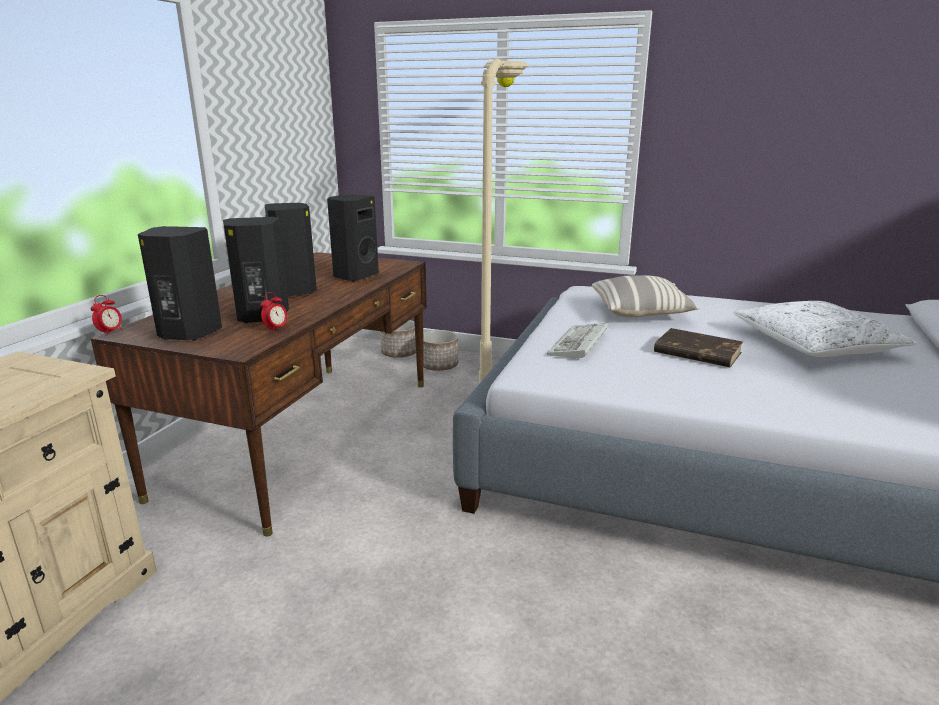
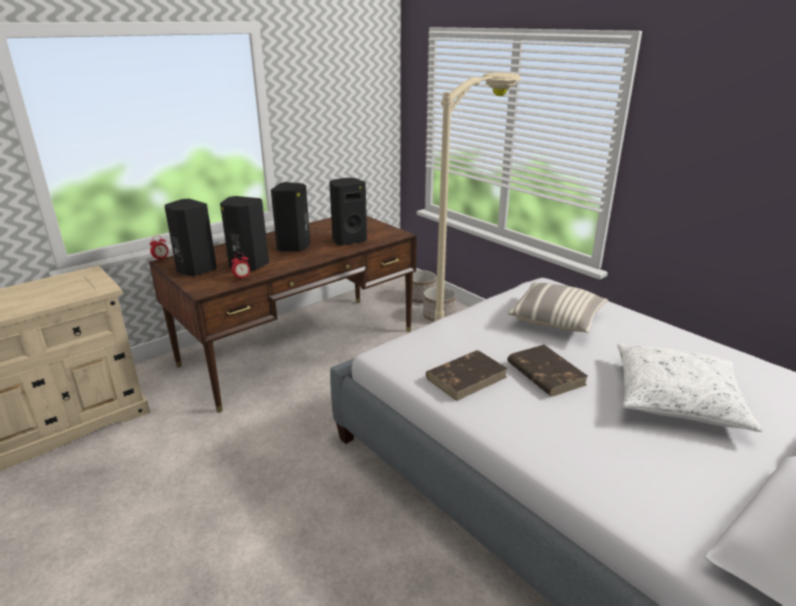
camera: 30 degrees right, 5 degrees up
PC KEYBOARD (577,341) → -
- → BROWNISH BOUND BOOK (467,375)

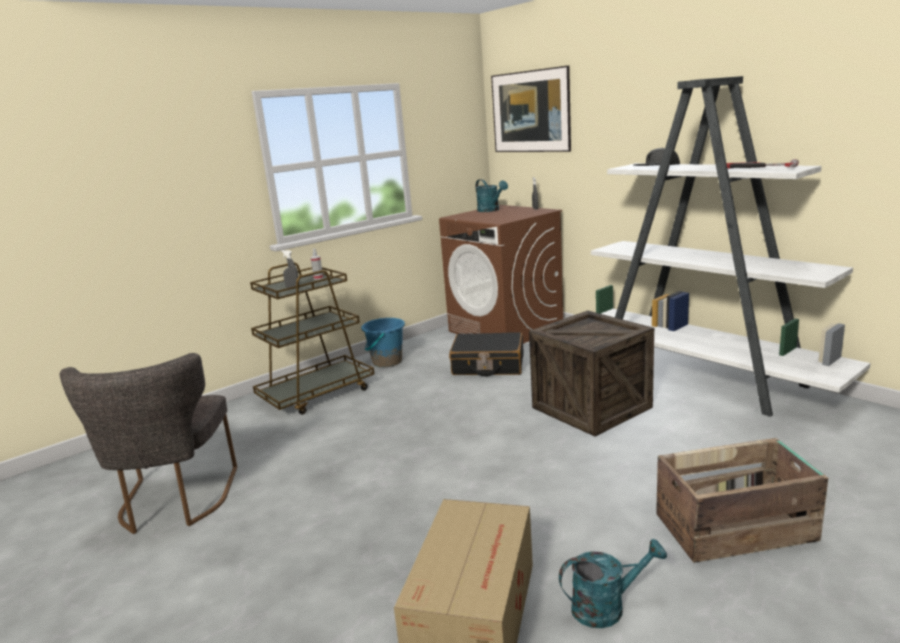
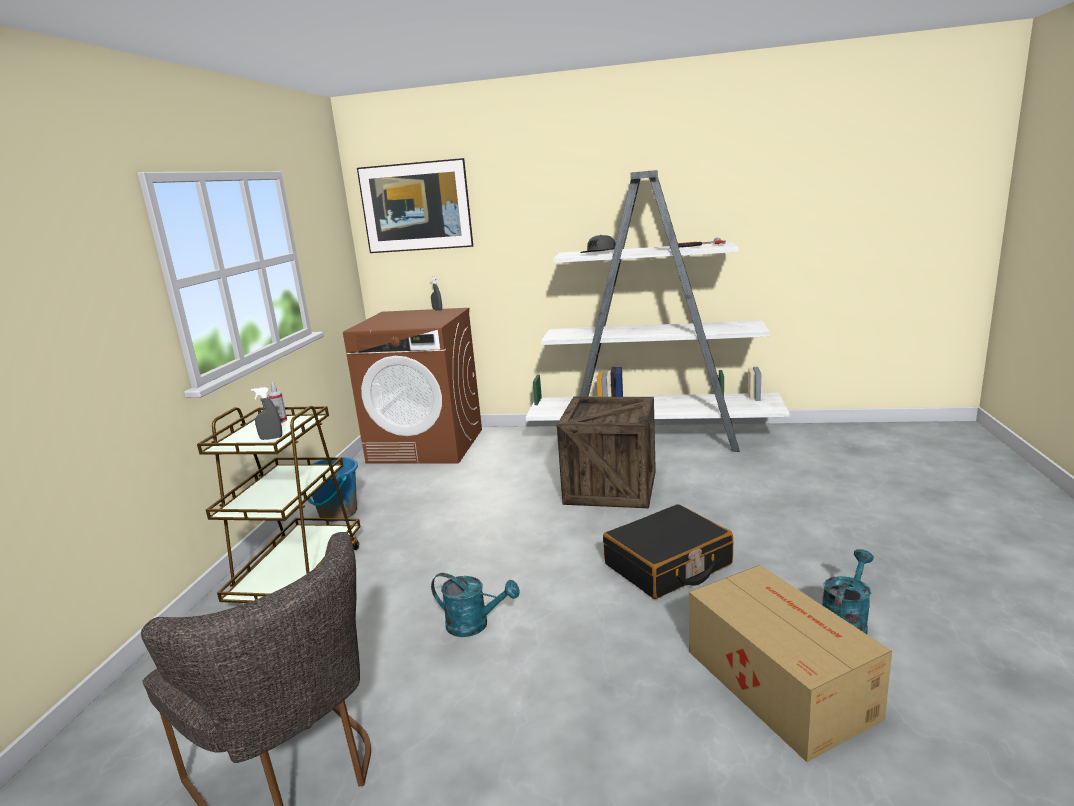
camera: 40 degrees left, 0 degrees up
TURQUOISE-COLOURED WATERING POT (492,195) → TURQUOISE-COLOURED WATERING POT (475,605), relocated
BLACK TRAVEL CASE (486,354) → BLACK TRAVEL CASE (668,551), relocated
PACKING CRATE (742,500) → -

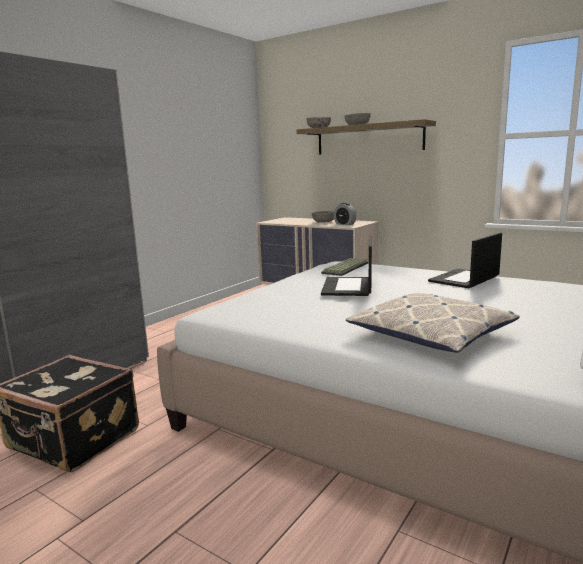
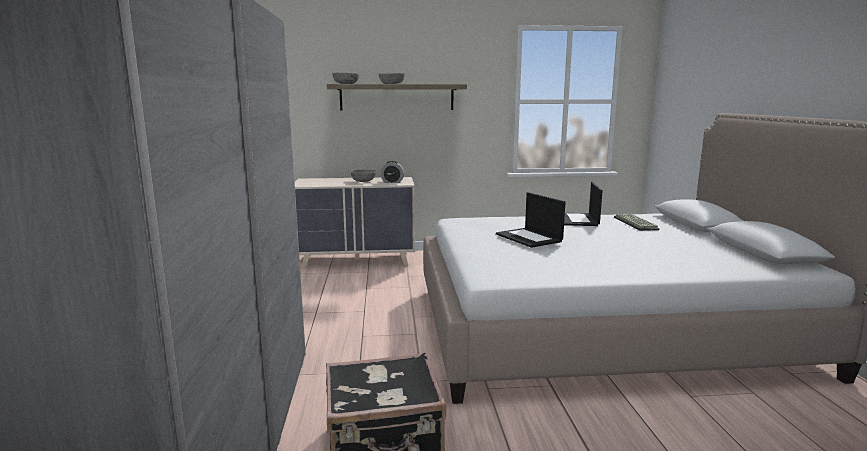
camera: 40 degrees left, 0 degrees up
PC KEYBOARD (344,267) → PC KEYBOARD (636,222), relocated
PILLOW (433,323) → -

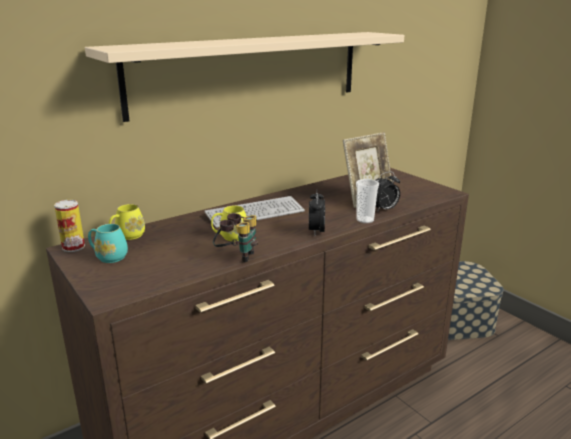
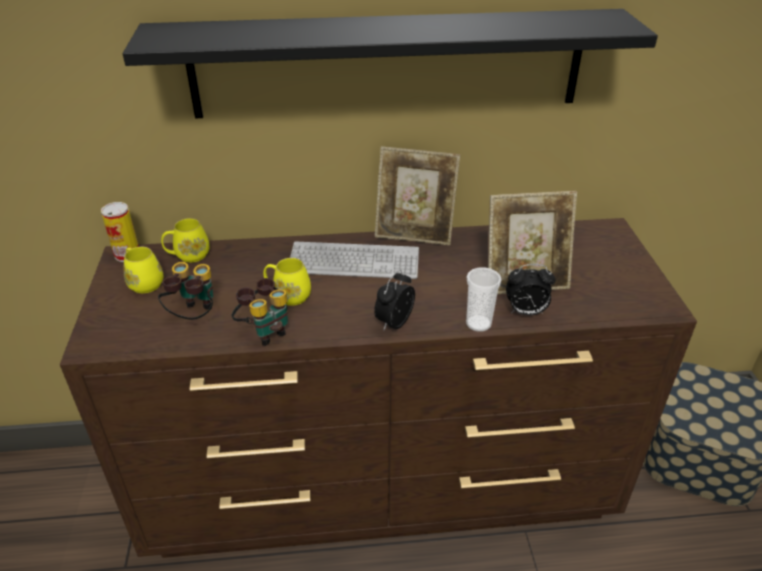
camera: 30 degrees right, 15 degrees up
BEIGE-COLOURED SHELF (244,77) → BLACK SHELF (390,63)
TURQUOISE-COLOURED TEA MUG (108,243) → YELLOW TEA MUG (144,270)
- → PHOTO FRAME (417,195)
- → BINOCULARS (185,291)

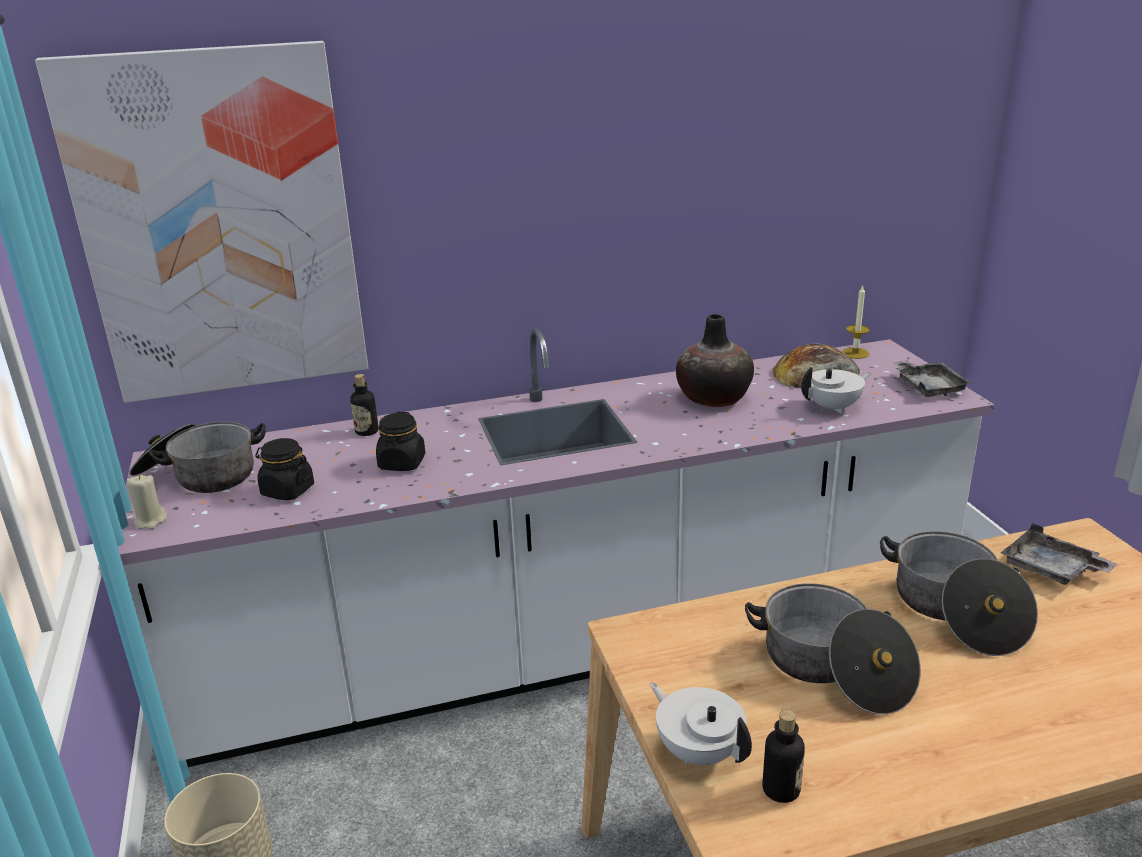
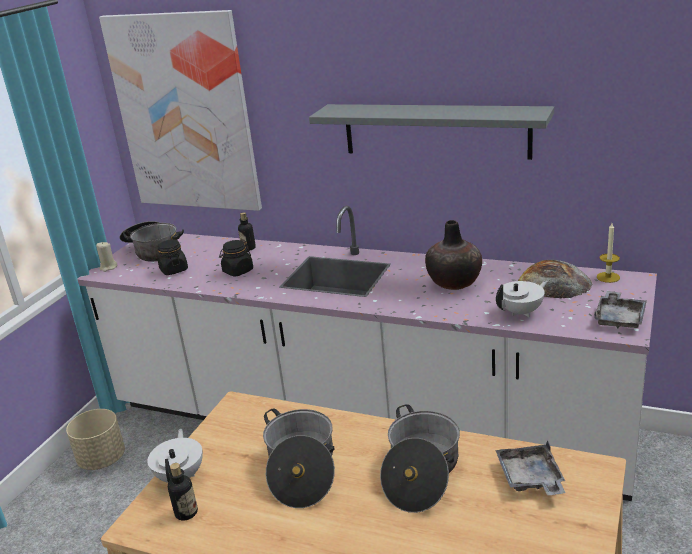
camera: 40 degrees right, 0 degrees up
WHITE-COLOURED TEAPOT (836,390) → WHITE-COLOURED TEAPOT (522,298), 45 degrees counterclockwise
- → GREY SHELF (431,132)

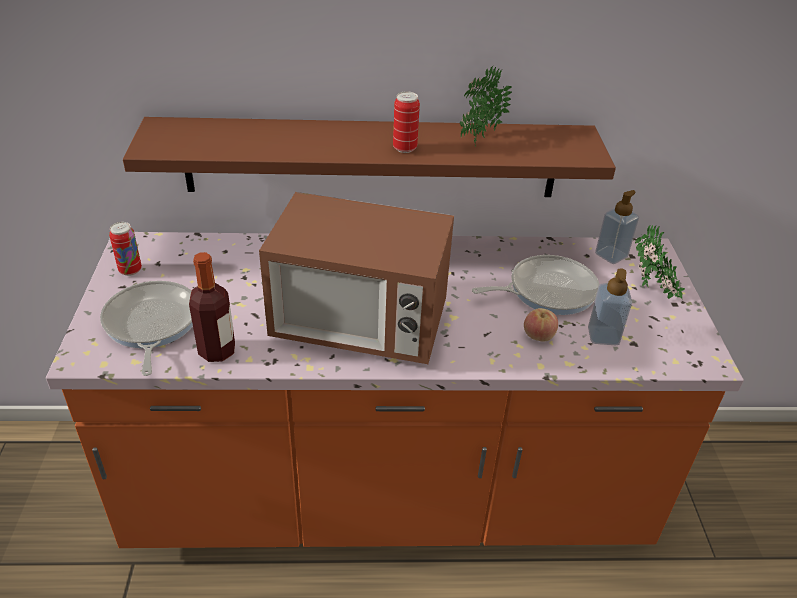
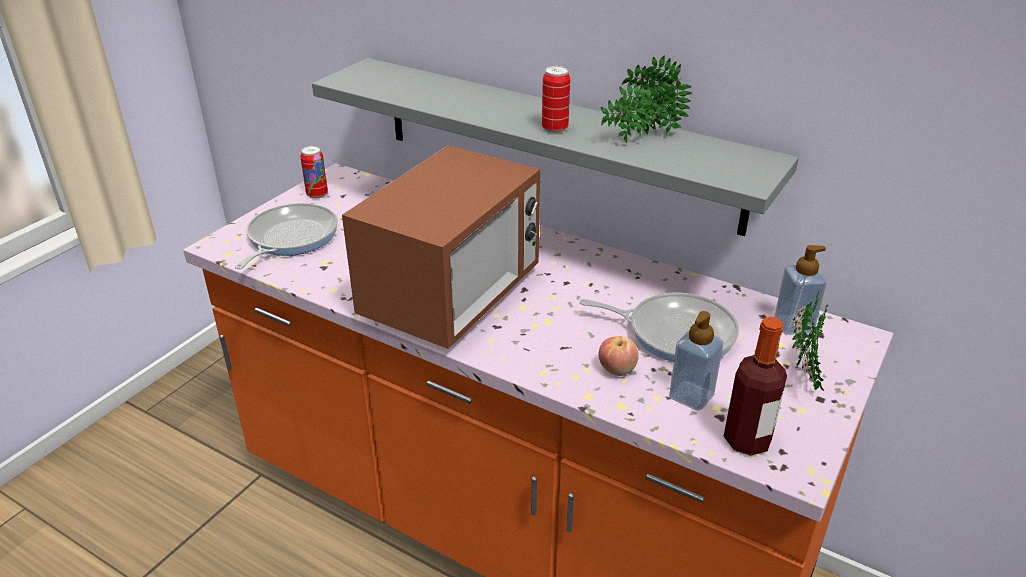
camera: 35 degrees right, 5 degrees down
BROWNISH SHELF (369,157) → GREY SHELF (555,147)
MICROWAVE OVEN (356,278) → MICROWAVE OVEN (441,247), 105 degrees counterclockwise
BEVERAGE BOTTLE (212,307) → BEVERAGE BOTTLE (755,386), relocated

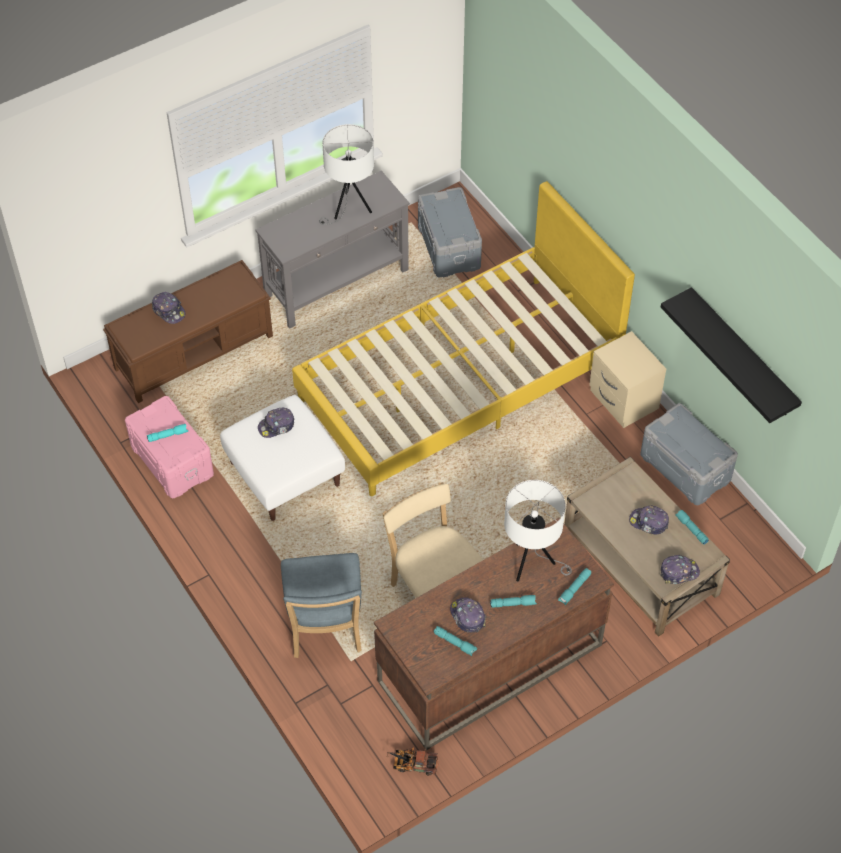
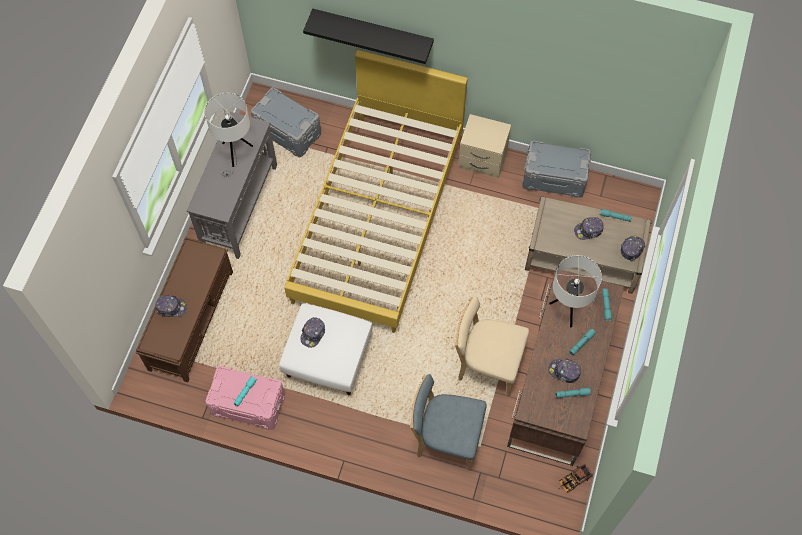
camera: 40 degrees left, 10 degrees up
BLACK SHELF (731,355) → BLACK SHELF (368,36), relocated
BLUISH UPRIGHT CHAIR (321,605) → BLUISH UPRIGHT CHAIR (448,422), 150 degrees clockwise

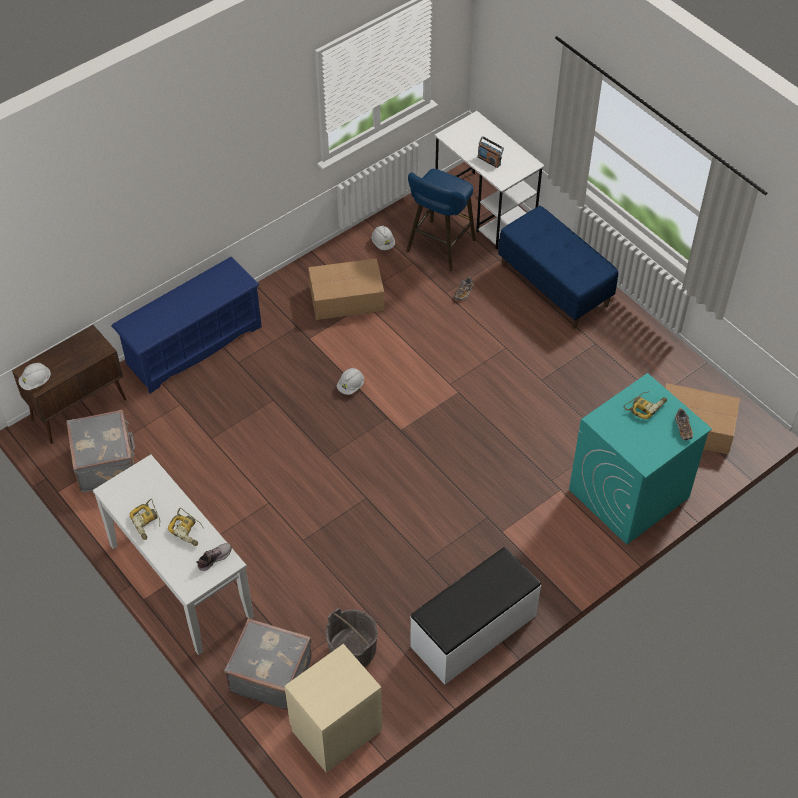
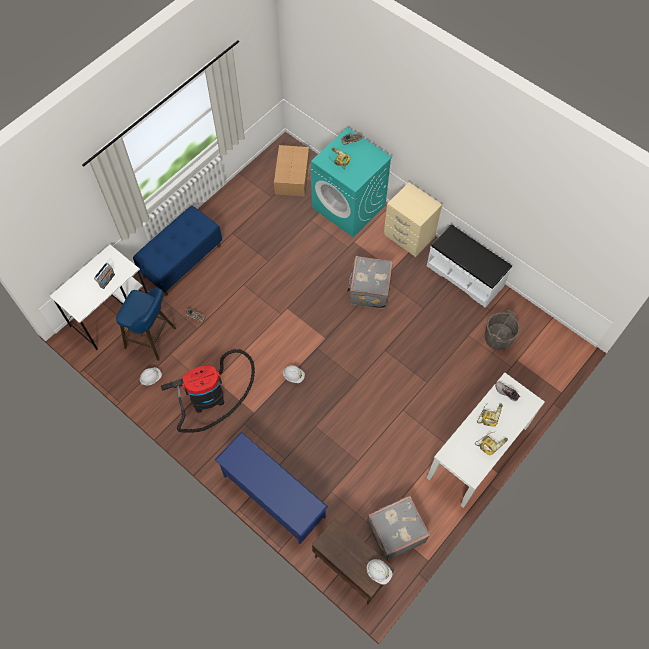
camera: 100 degrees left, 10 degrees up
CARDBOARD BOX (346,289) → VACUUM (208,391)
GREY TRAVEL CASE (268,664) → GREY TRAVEL CASE (370,282), relocated
BEIGE-COLOURED NIGHT TABLE (333,708) → BEIGE-COLOURED NIGHT TABLE (413,219), relocated

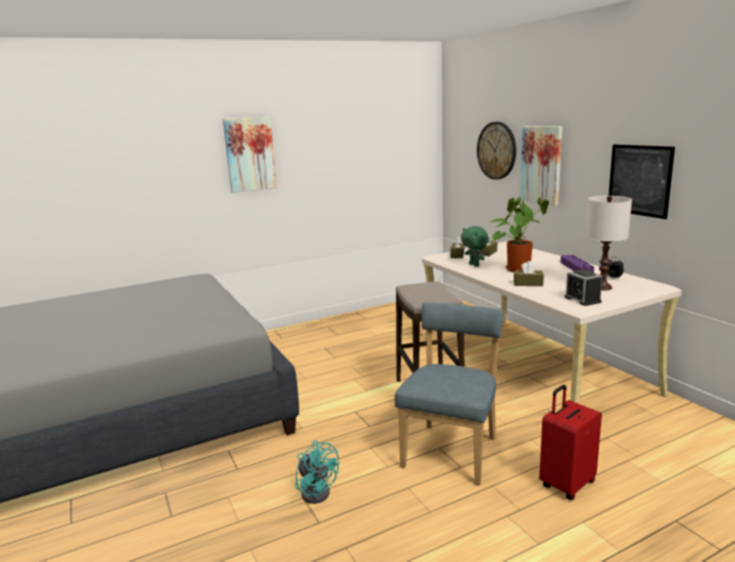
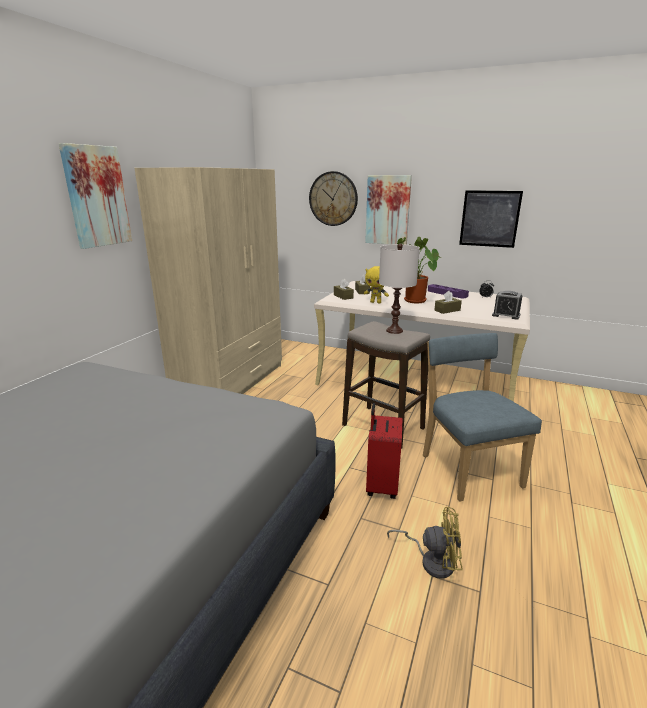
camera: 40 degrees left, 5 degrees up
WHITE-COLOURED LAMP FOR A TABLE (608,242) → WHITE-COLOURED LAMP FOR A TABLE (399,289), relocated
GREEN-COLOURED CUDDLY TOY (475,246) → YELLOW CUDDLY TOY (376,285)
RED TRAVEL CASE (570,442) → RED TRAVEL CASE (384,451), relocated
TURQUOISE-COLOURED FAN (317,472) → YELLOW FAN (424,543)
- → BEIGE-COLOURED CLOTHES CUPBOARD (208,280)

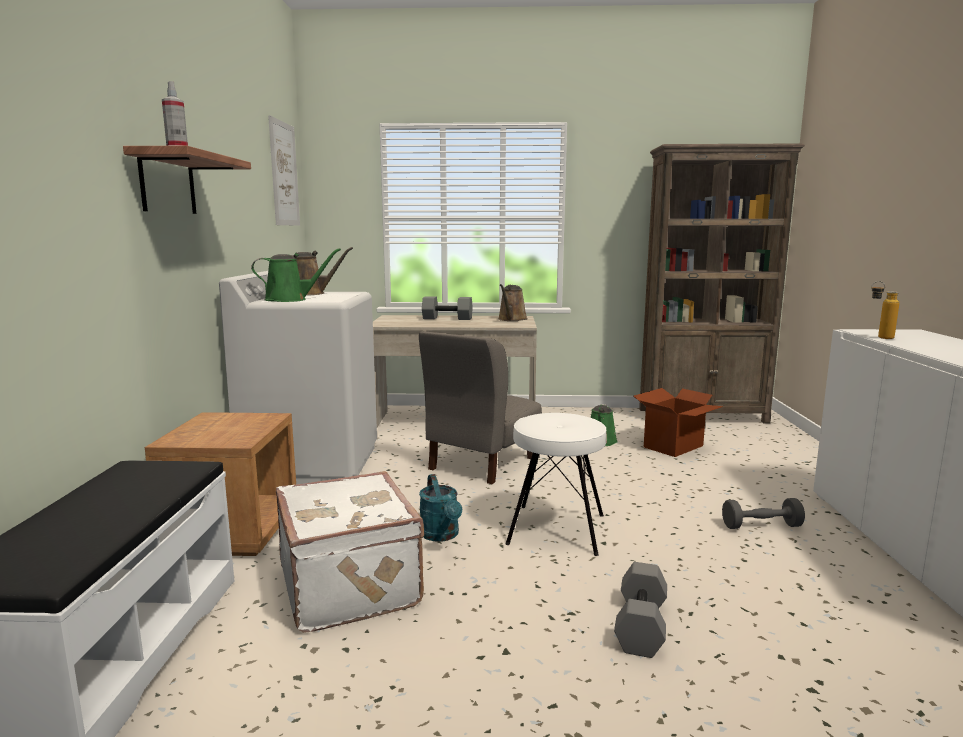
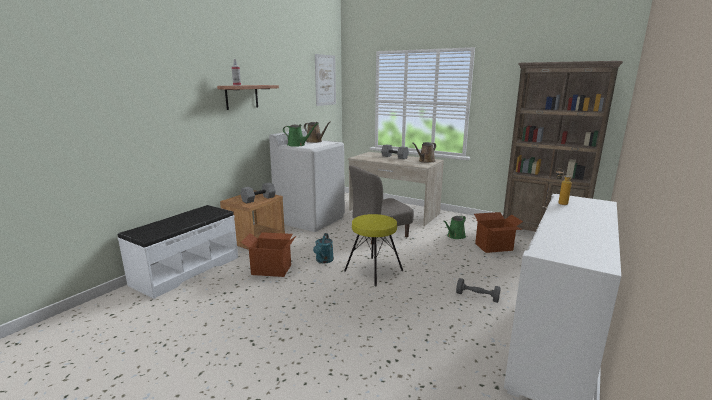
camera: 30 degrees right, 5 degrees up
WHITE-COLOURED STOOL SEAT (556,484) → YELLOW STOOL SEAT (373,250)
WHITE-COLOURED TRAVEL CASE (350,552) → CARDBOARD BOX (269,254)
GREY DUMBBELL (640,610) → GREY DUMBBELL (258,193), relocated

